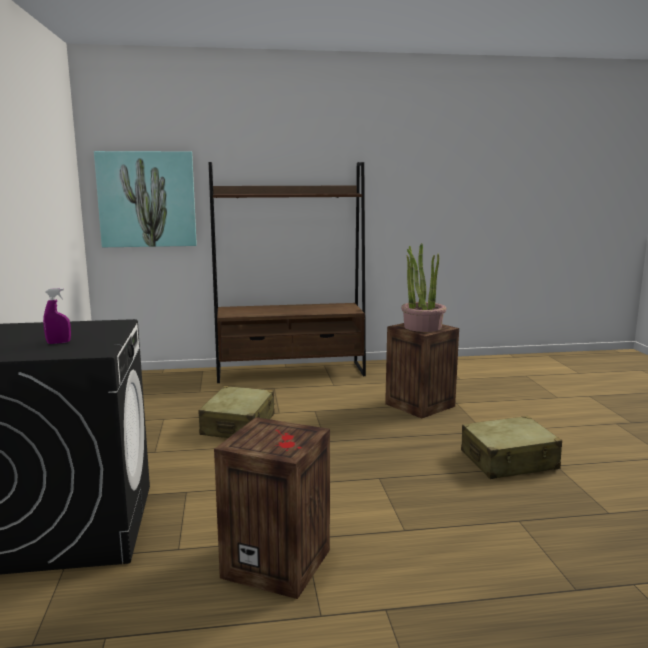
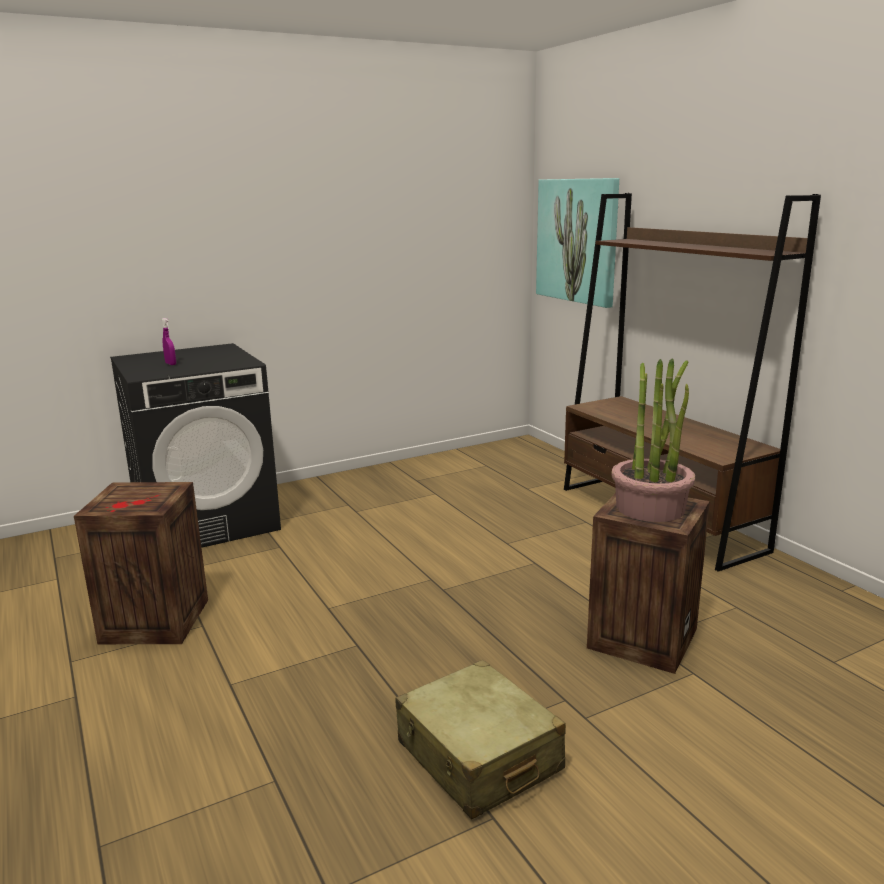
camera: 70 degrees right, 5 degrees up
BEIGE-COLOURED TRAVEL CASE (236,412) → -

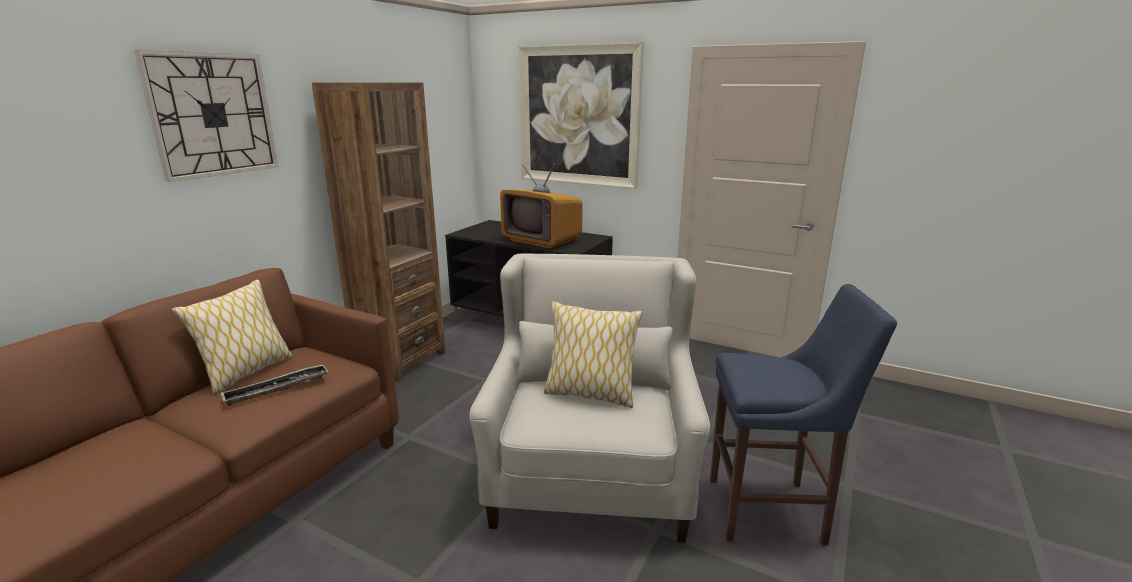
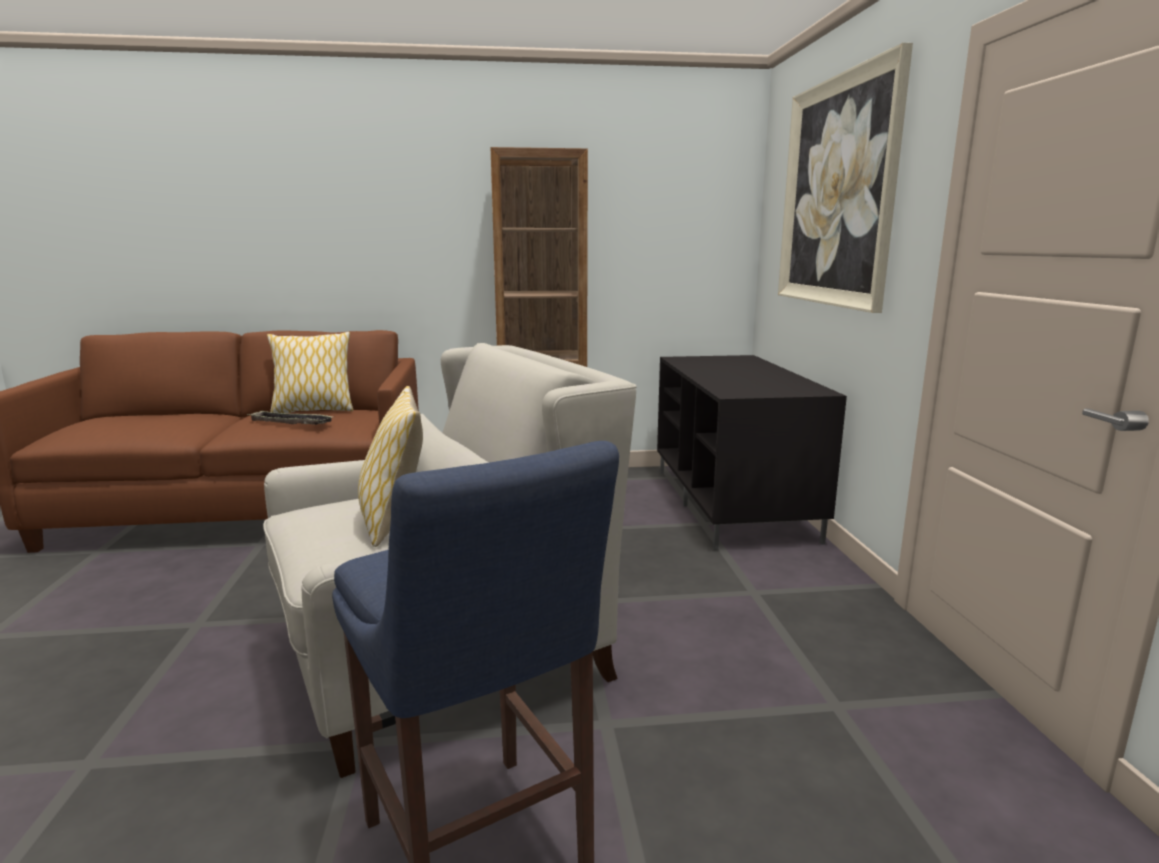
camera: 55 degrees right, 5 degrees down
CLOCK ON THE WALL (206,116) → -
TELEVISION (541,206) → -

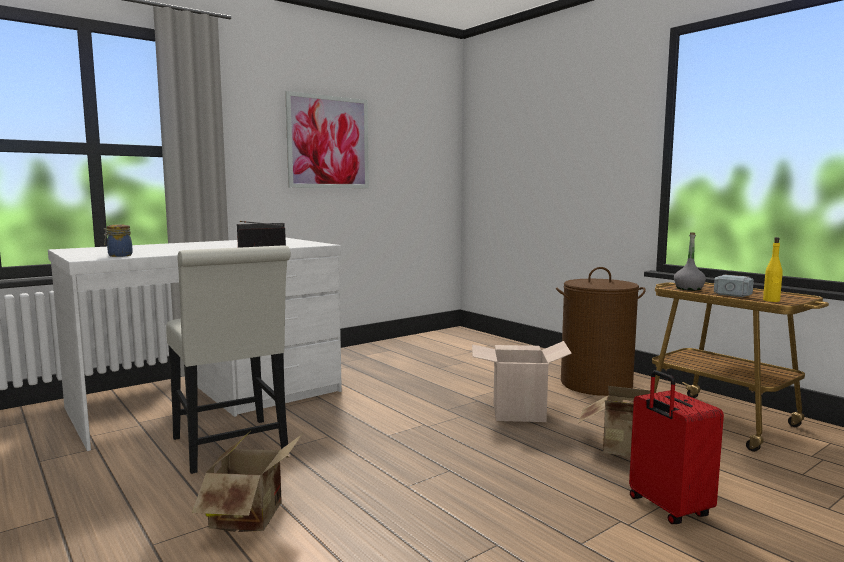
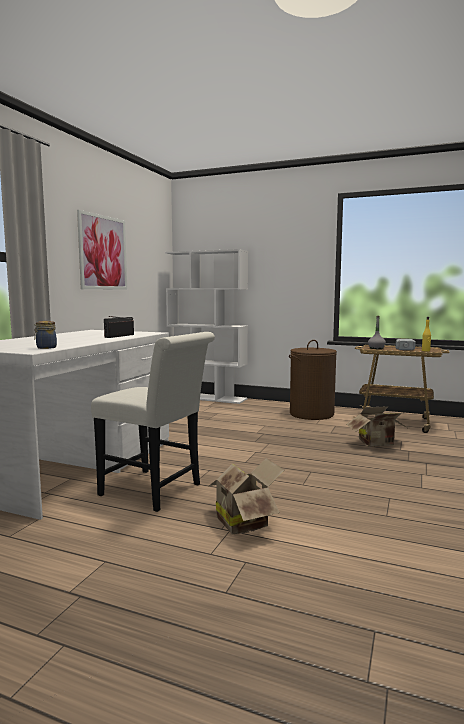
camera: 30 degrees left, 0 degrees up
CARDBOARD BOX (522,381) → -
RED TRAVEL CASE (676,447) → -
- → WHITE-COLOURED BOOKCASE (206,326)

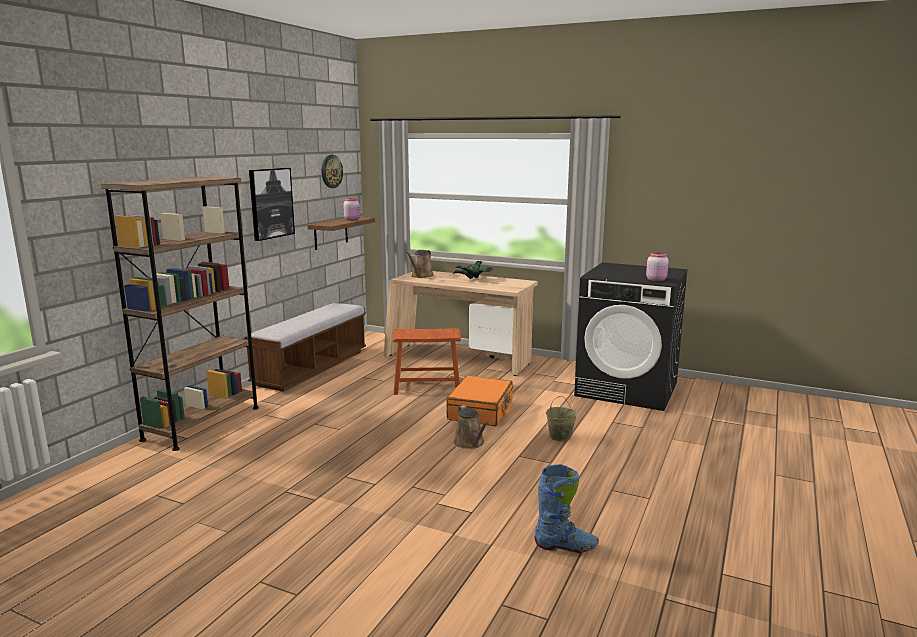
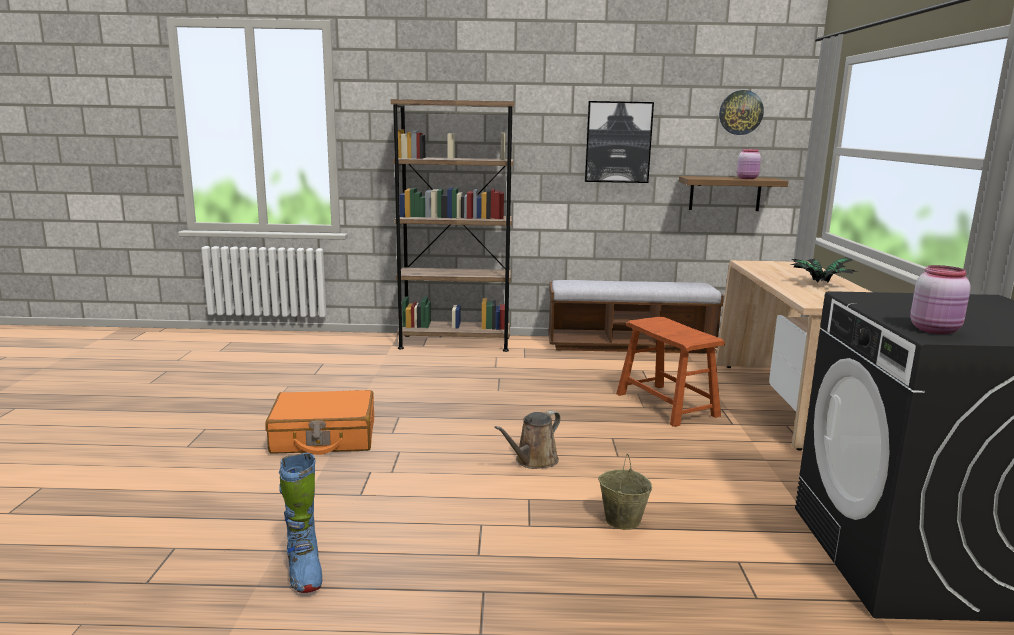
camera: 65 degrees right, 0 degrees up
BROWNISH WATERING POT (420,264) → -
ORANGEY TRAVEL CASE (479,401) → ORANGEY TRAVEL CASE (319,422), relocated

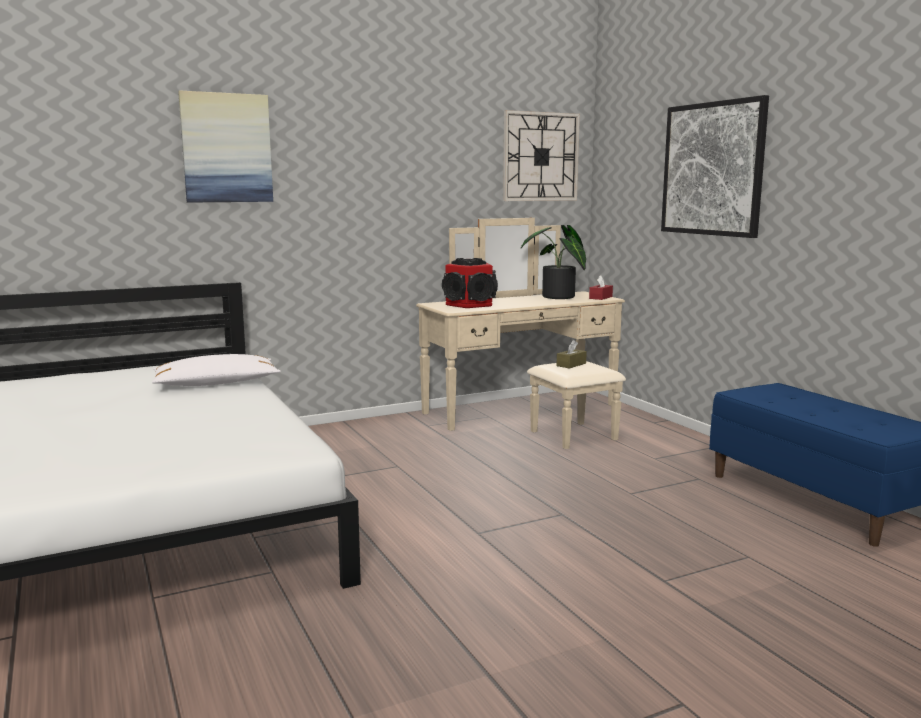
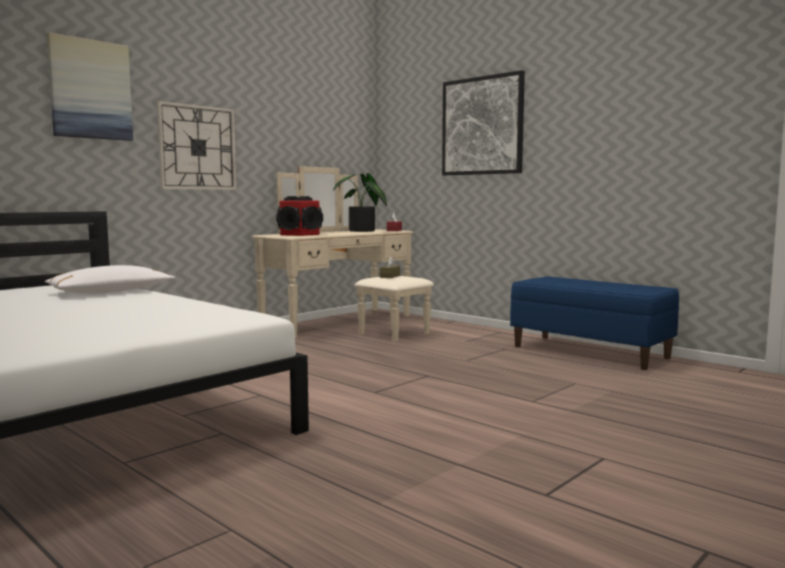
camera: 20 degrees left, 5 degrees down
CLOCK ON THE WALL (541,155) → CLOCK ON THE WALL (196,145), relocated

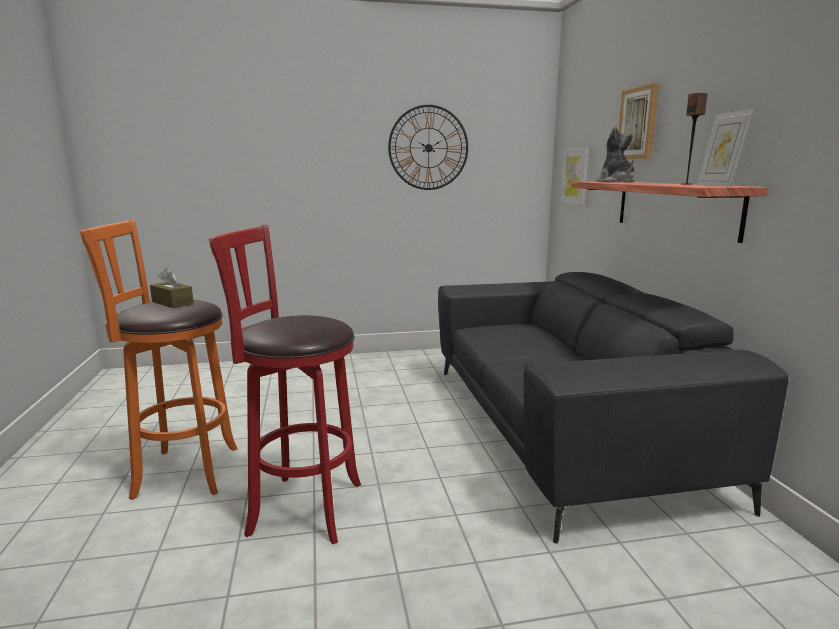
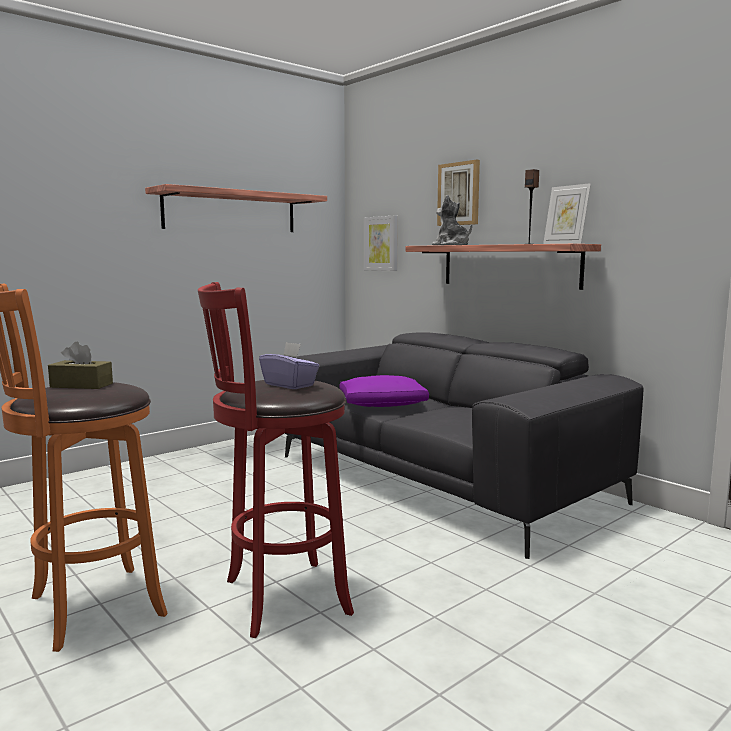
camera: 30 degrees left, 5 degrees down
CLOCK ON THE WALL (428,147) → SHELF (236,208)
- → PURPLE-COLOURED BOX OF TISSUES (289,365)
- → PURPLE-COLOURED PILLOW (384,391)

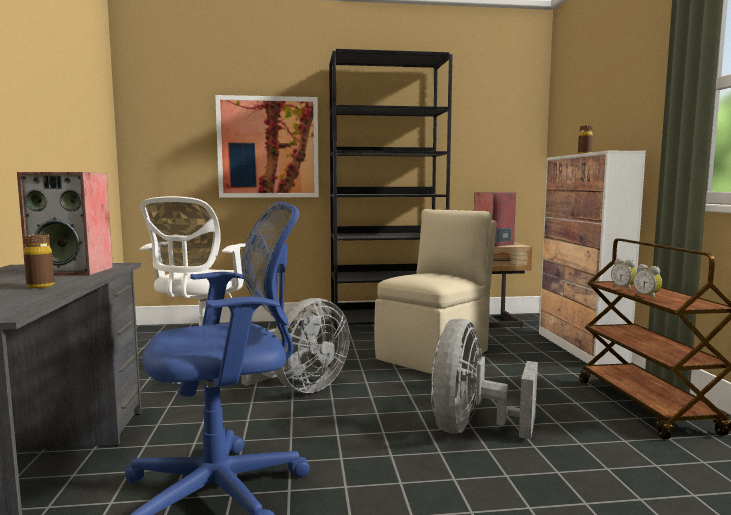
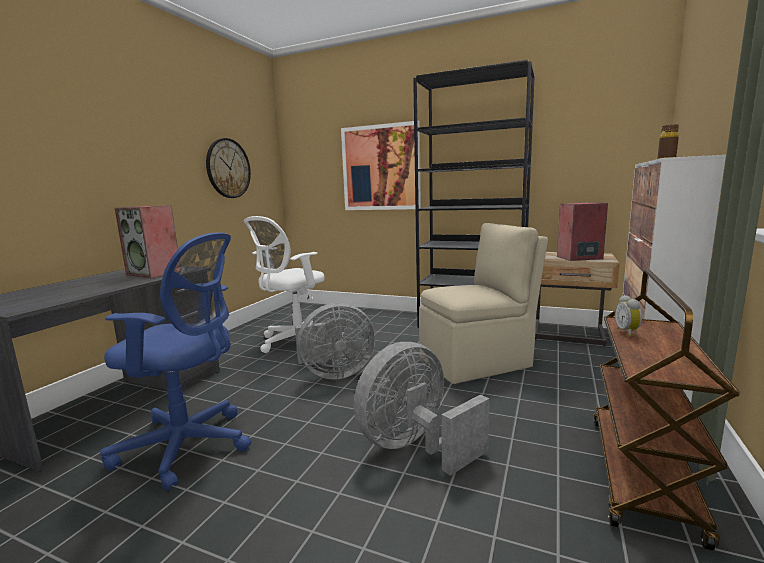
camera: 30 degrees right, 5 degrees up
BROWNISH BEVERAGE BOTTLE (39,261) → -
BEDSIDE CLOCK (647,281) → -
- → CLOCK ON THE WALL (228,168)

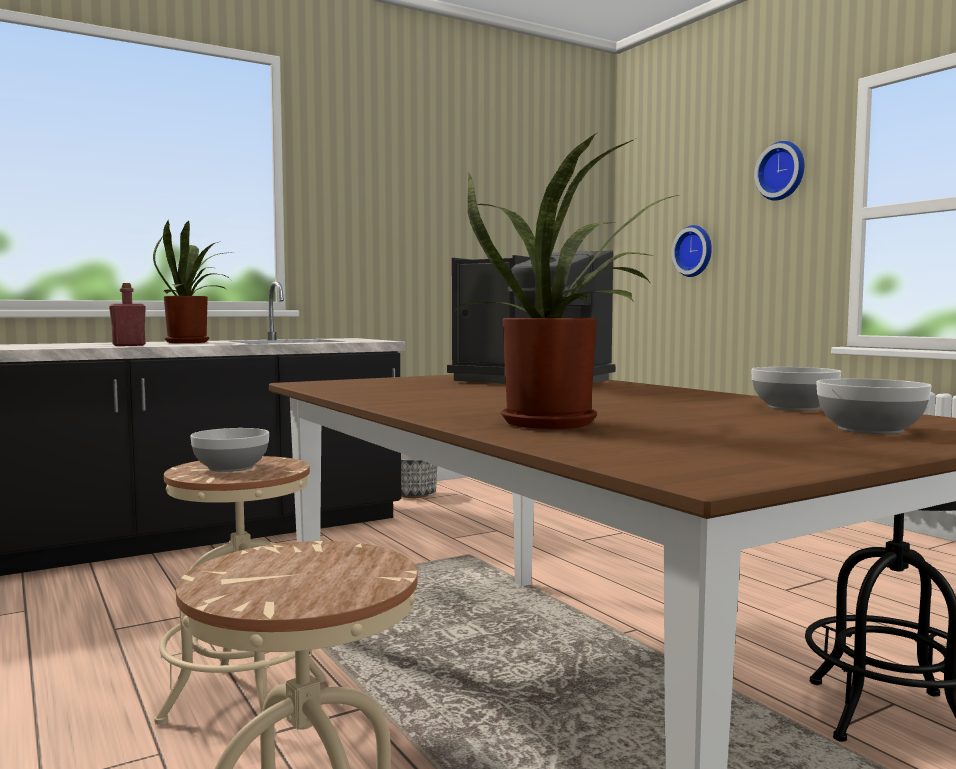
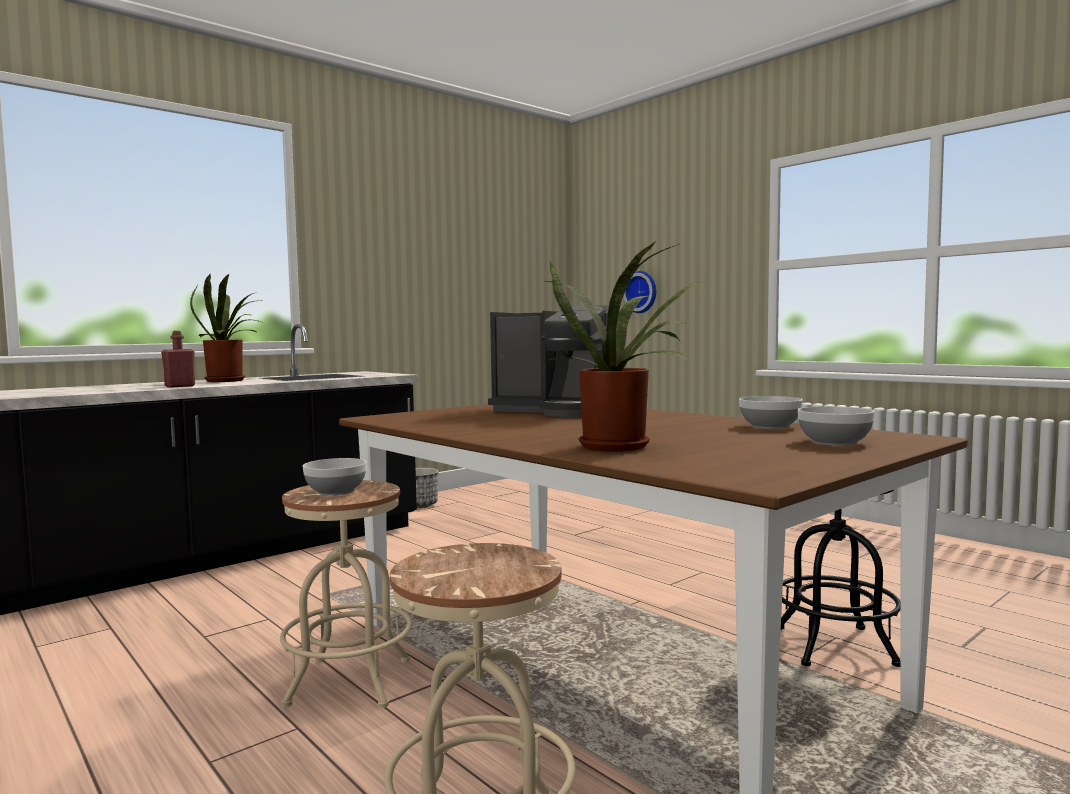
camera: 10 degrees left, 0 degrees up
CLOCK ON THE WALL (779,171) → -

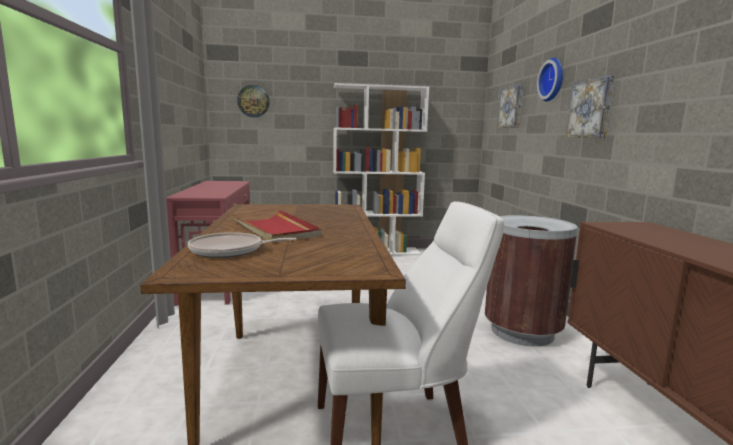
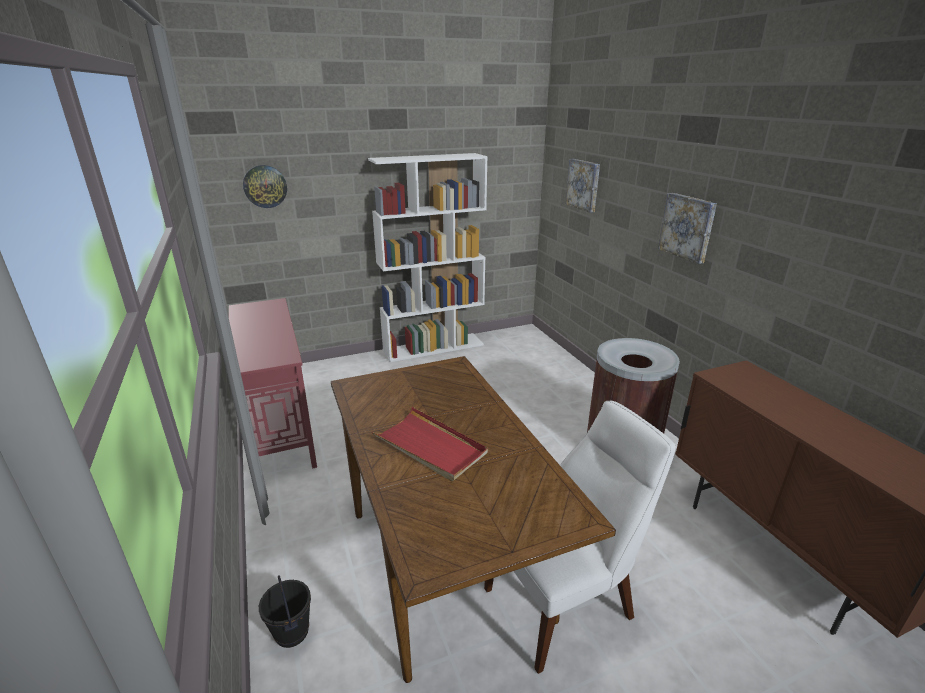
camera: 15 degrees left, 15 degrees up
CLOCK ON THE WALL (550,79) → -
SKILLET (242,245) → -
- → BLACK BUCKET (285,611)

